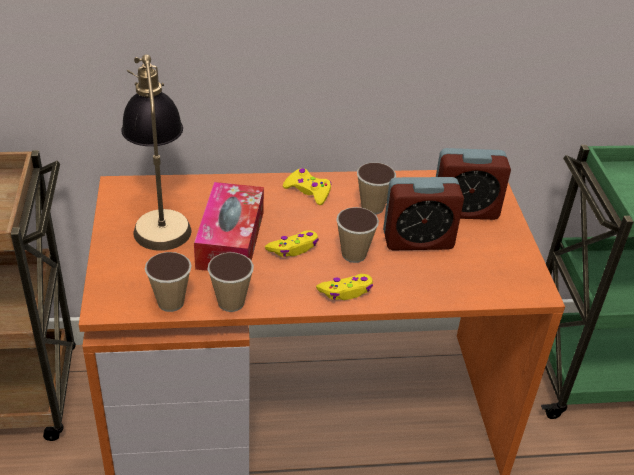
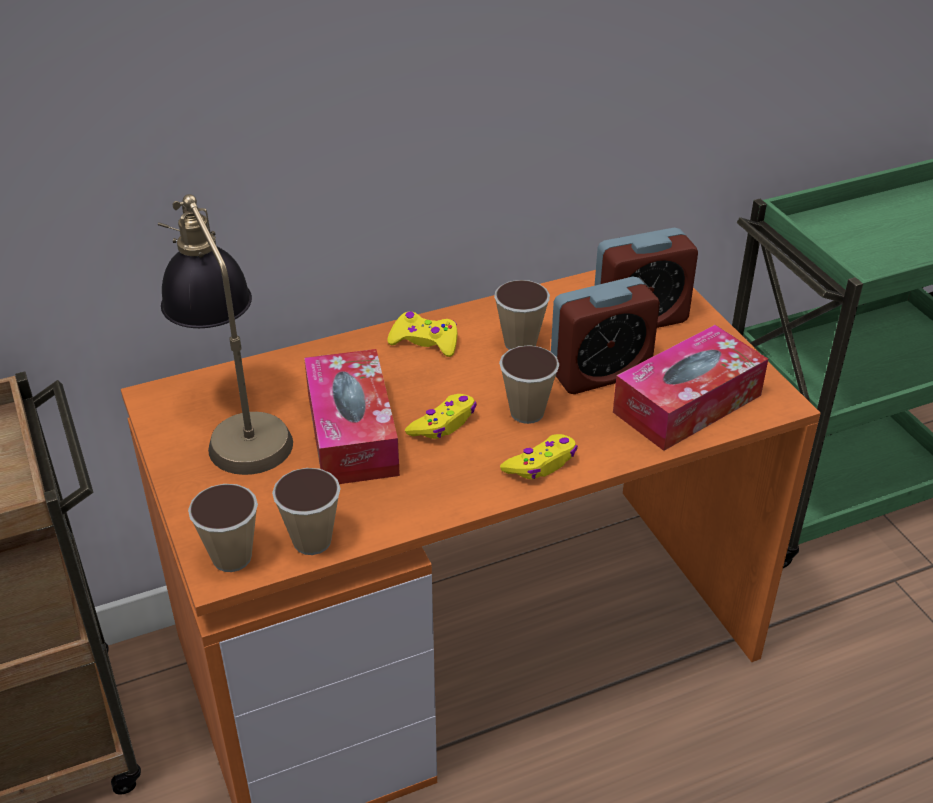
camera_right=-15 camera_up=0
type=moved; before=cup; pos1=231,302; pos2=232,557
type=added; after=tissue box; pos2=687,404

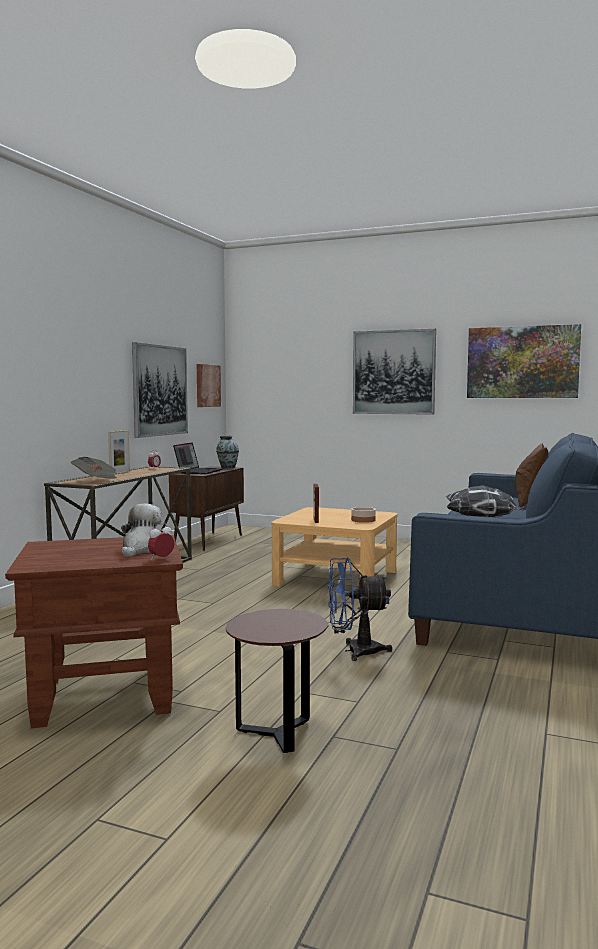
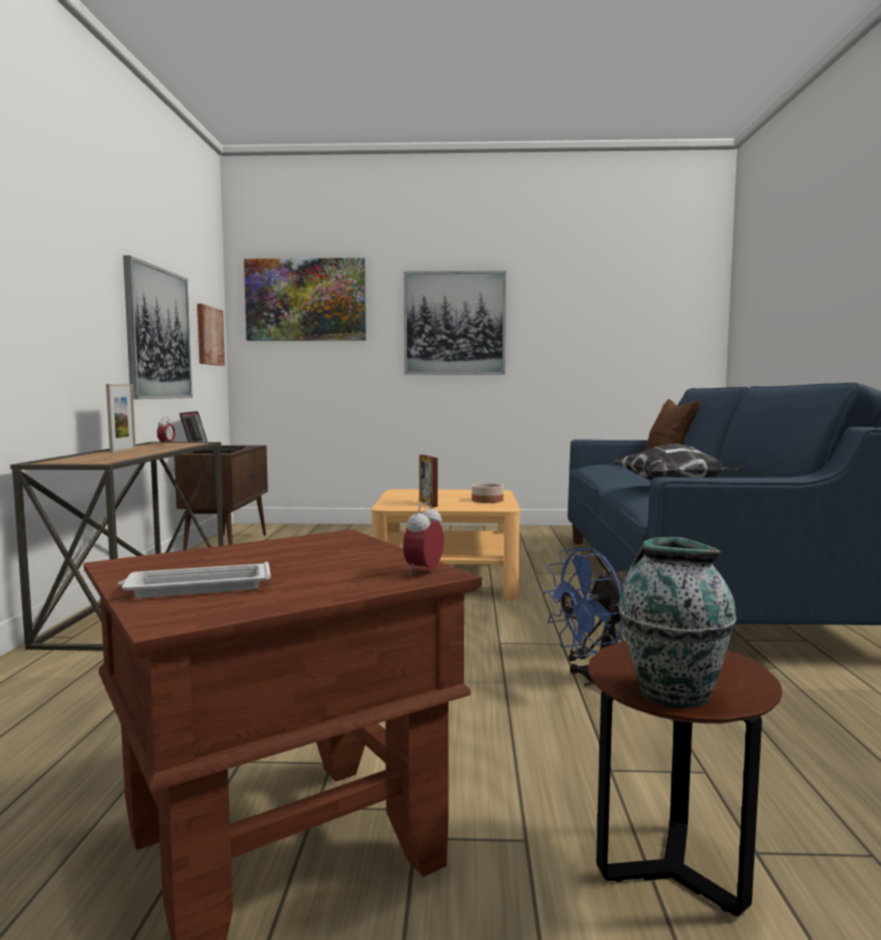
camera_right=-20 camera_up=0
type=added; after=tray (white); pos2=196,588
type=moved; before=picture; pos1=522,362; pos2=305,300
type=moved; before=vase; pos1=227,467; pos2=671,692
type=removed; before=newspaper; pos1=97,481
type=removed; before=plush toy; pos1=140,550

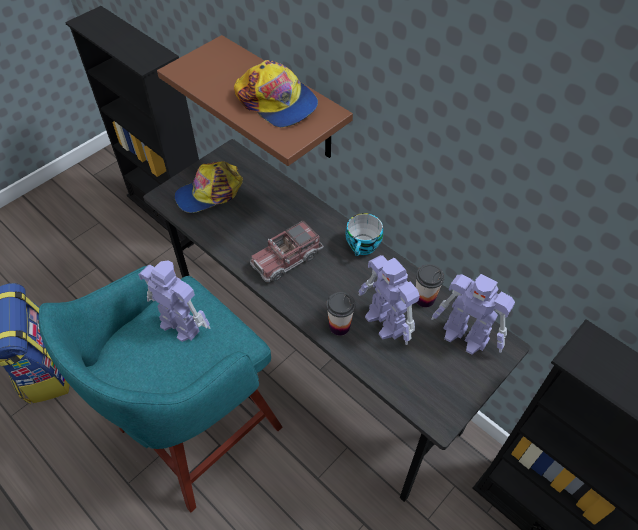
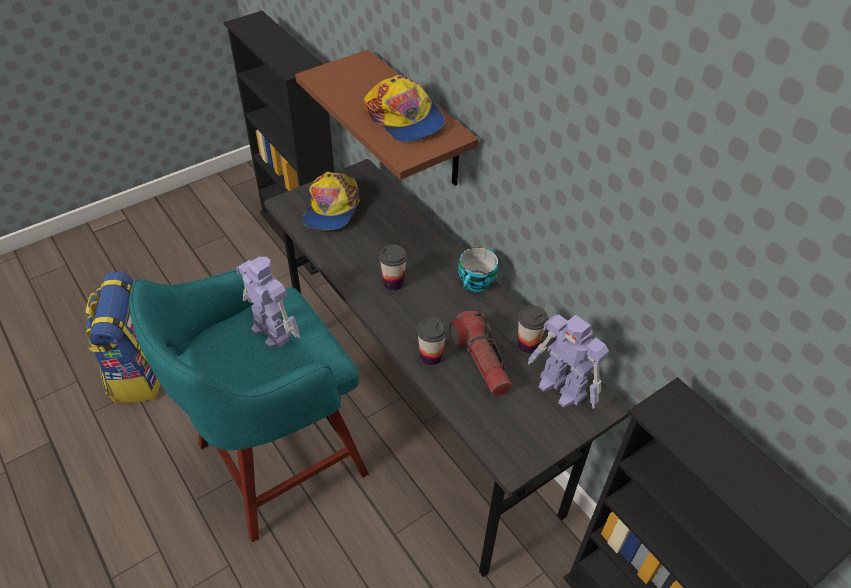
camera_right=10 camera_up=-5
type=turned; before=cap; pos1=210,193; pos2=331,208; turn=-60
type=replaced; before=toy truck; after=cup; pos1=287,259; pos2=393,283
type=replaced; before=toy robot; after=flashlight; pos1=386,322; pos2=481,360

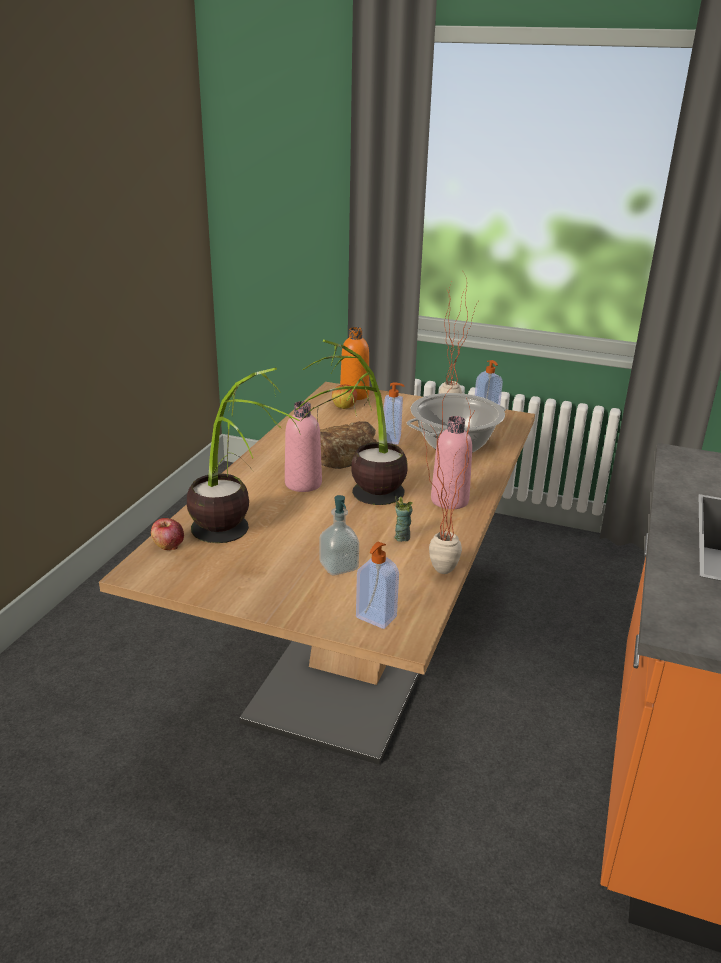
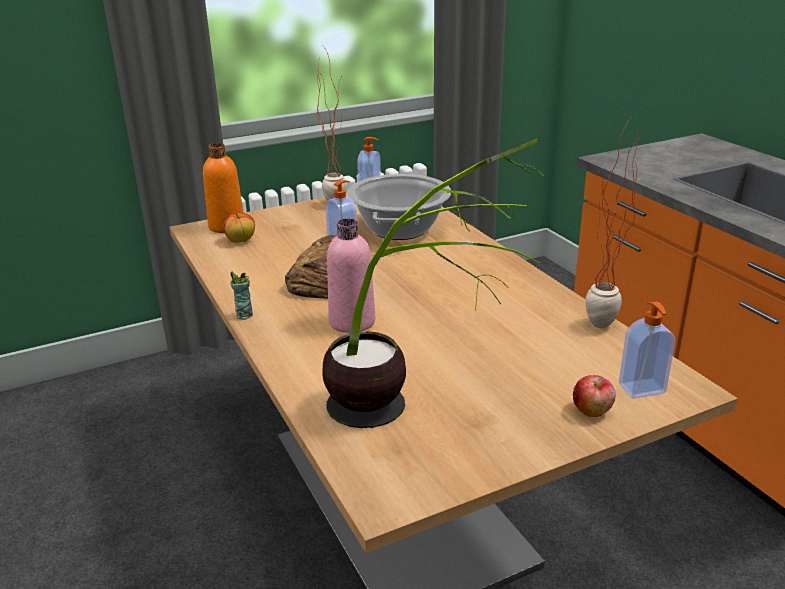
camera_right=-45 camera_up=0
type=moved; before=cup; pos1=402,537; pos2=244,315
type=moved; before=apple; pos1=168,545; pos2=592,410
type=removed; before=potted plant; pos1=360,505
type=removed; before=soap dispenser; pos1=338,566
type=removed; before=bottle (pink); pos1=449,500

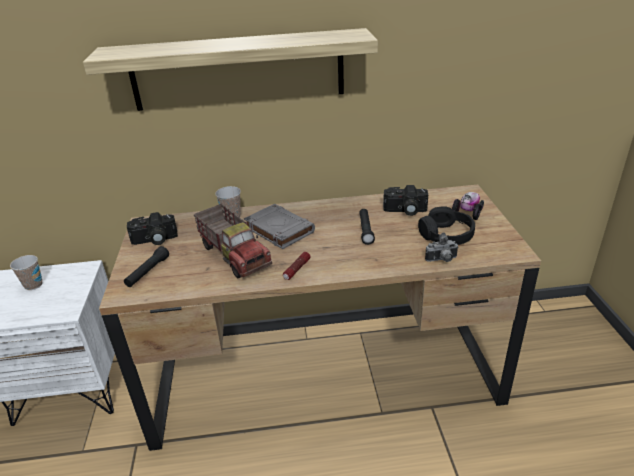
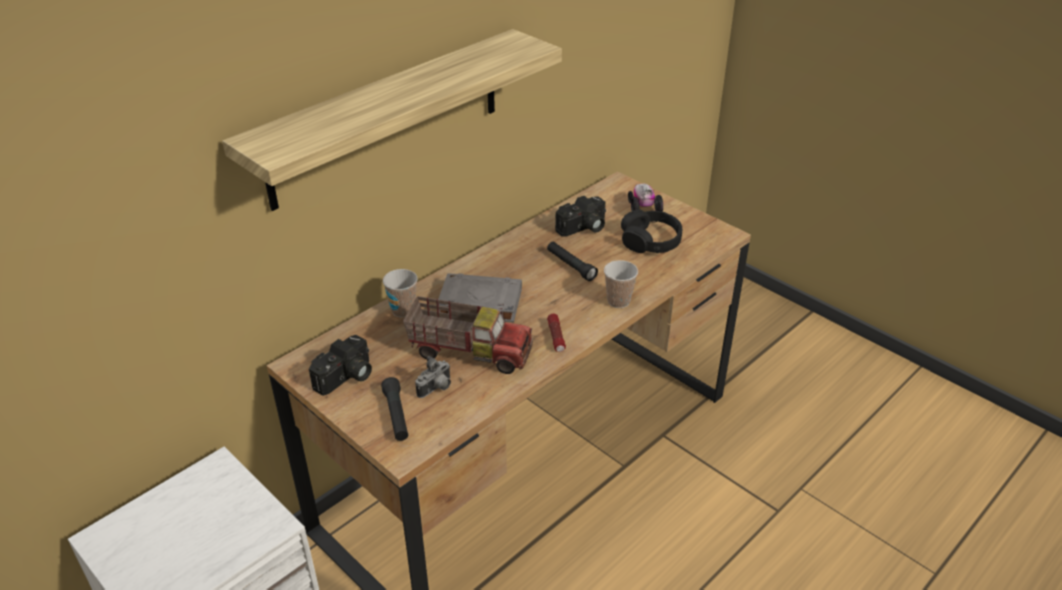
camera_right=-40 camera_up=5
type=moved; before=photo camera; pos1=442,260; pos2=436,389
type=moved; before=cup; pos1=33,285; pos2=618,301

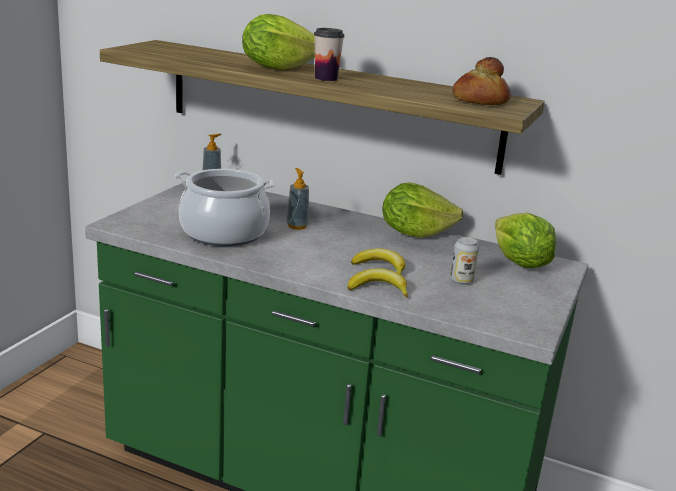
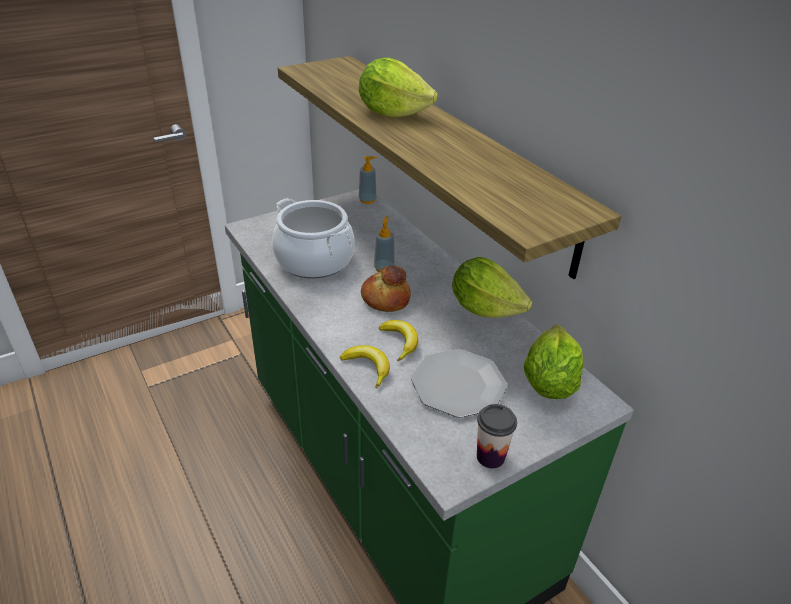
camera_right=35 camera_up=15
type=moved; before=bread; pos1=479,101; pos2=385,299
type=replaced; before=can; after=plate; pos1=461,280; pos2=458,384
type=moved; before=cup; pos1=326,78; pos2=490,457

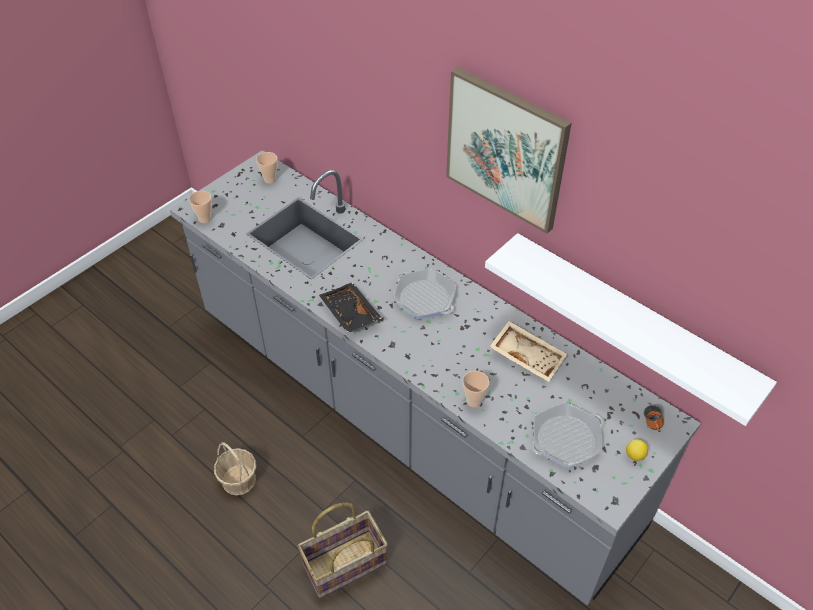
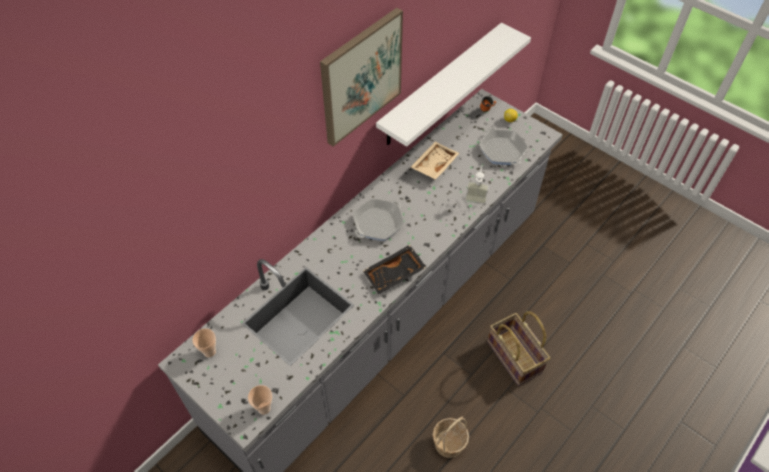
camera_right=-90 camera_up=5
type=replaced; before=cup; after=soap dispenser; pos1=473,401; pos2=476,196

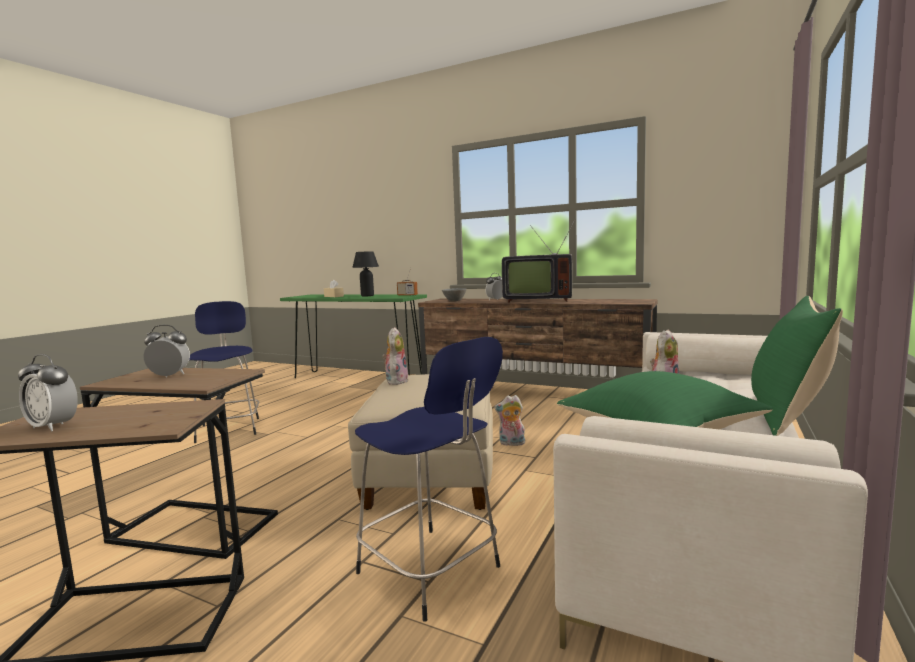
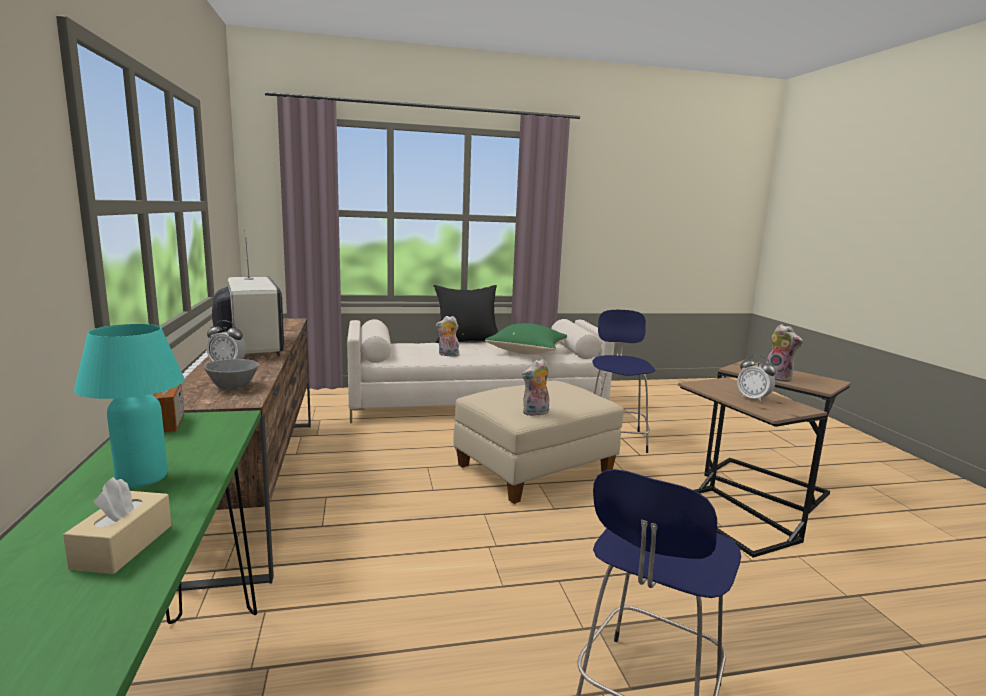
camera_right=-130 camera_up=5
type=recoloured; before=table lamp (black); after=table lamp (turquoise); pos1=367,296; pos2=142,478
type=recoloured; before=pillow (green); after=pillow (black); pos1=788,416; pos2=467,340
type=moved; before=plush toy; pos1=511,443; pos2=779,378
type=removed; before=alarm clock; pos1=53,426

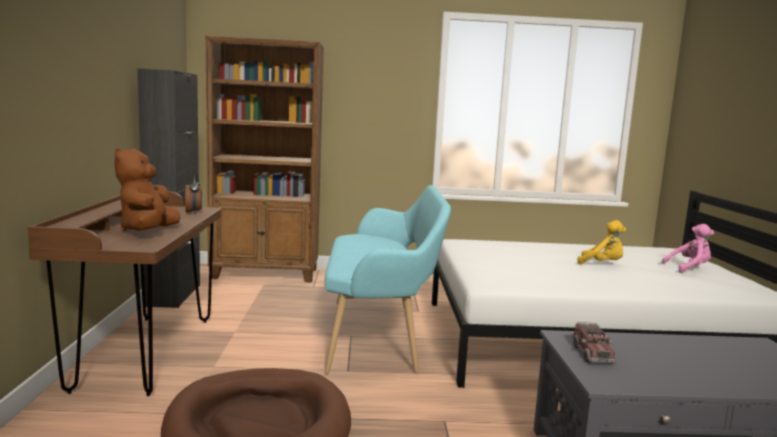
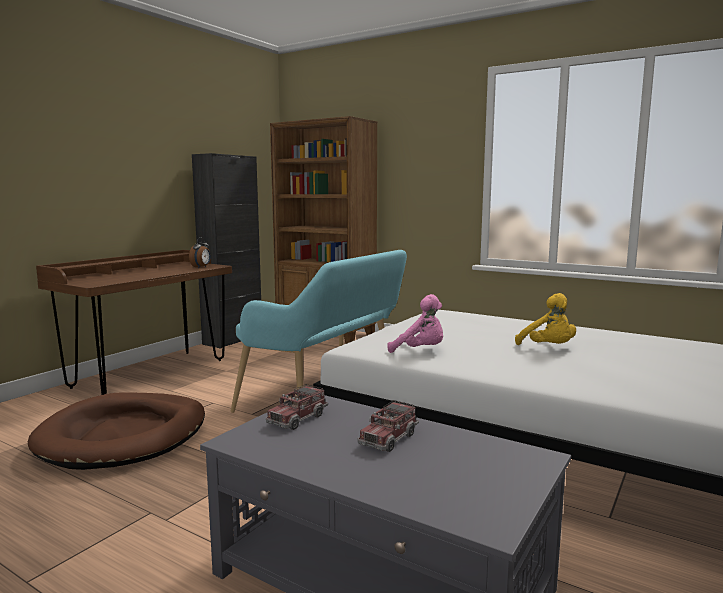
camera_right=35 camera_up=0
type=added; after=toy truck; pos2=388,438
type=moved; before=plush toy (pink); pos1=689,268; pos2=420,351
type=removed; before=plush toy (brown); pos1=148,231

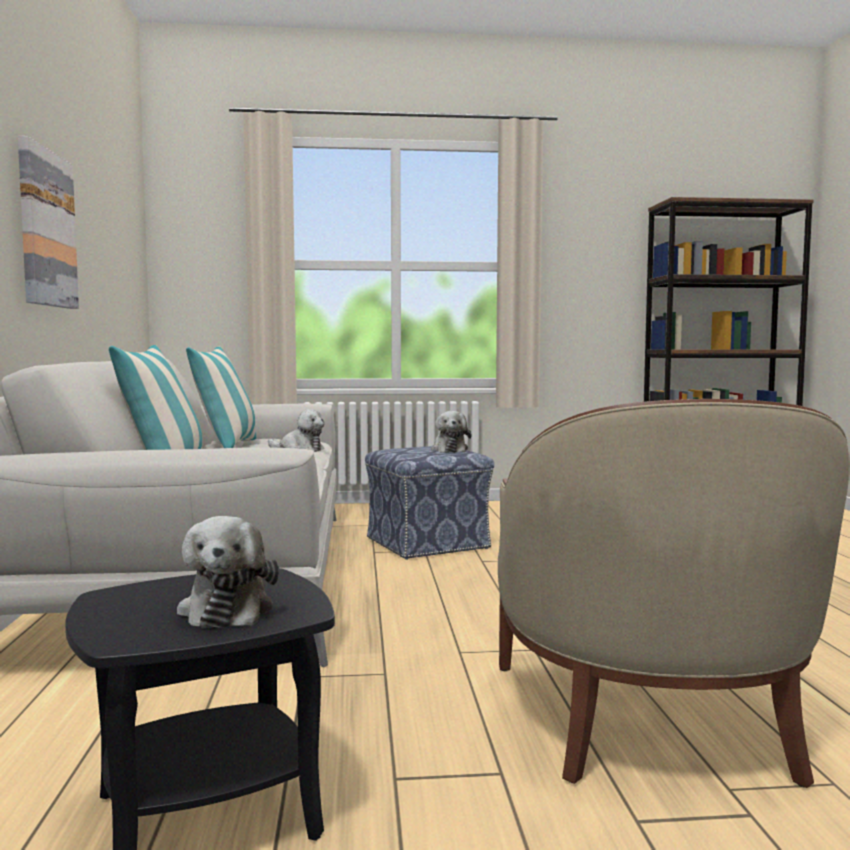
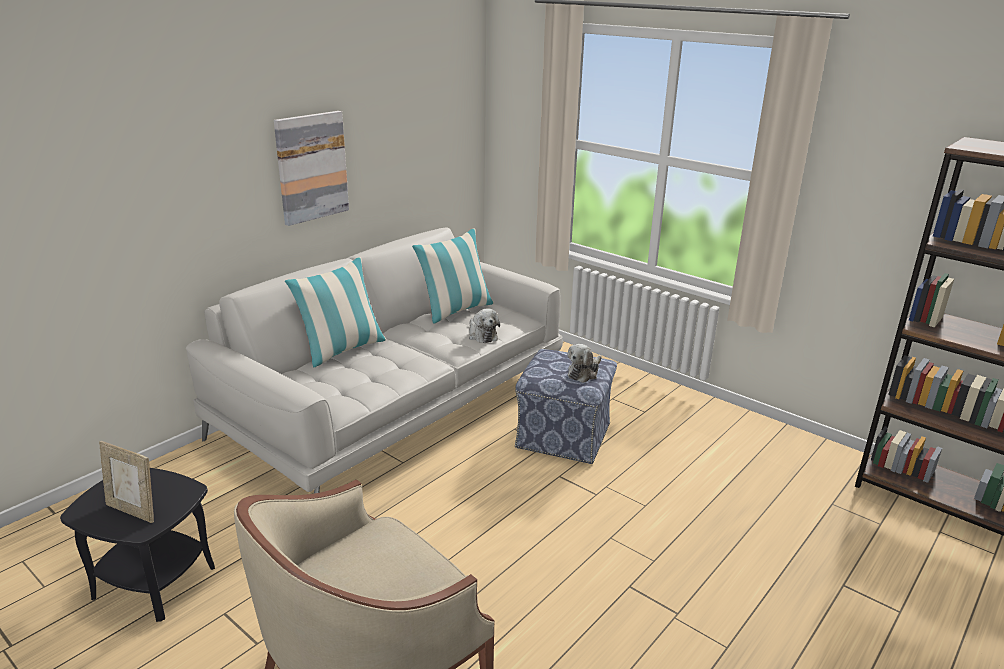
camera_right=45 camera_up=20
type=replaced; before=plush toy; after=picture frame; pos1=227,609; pos2=133,511

